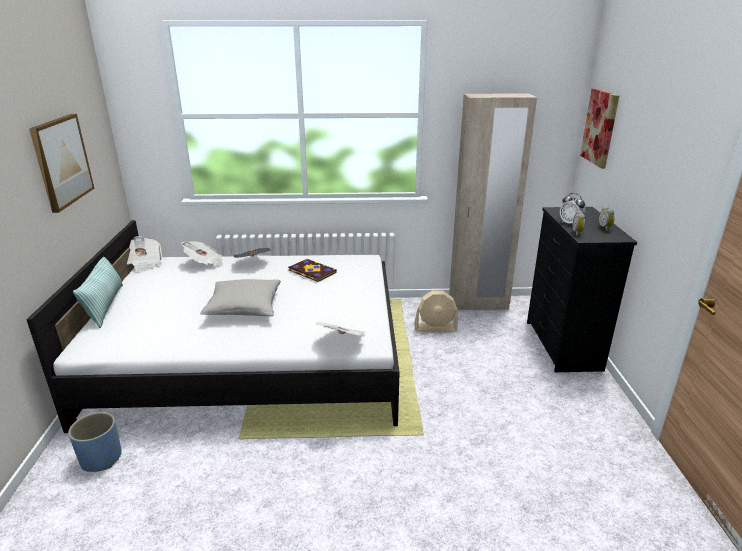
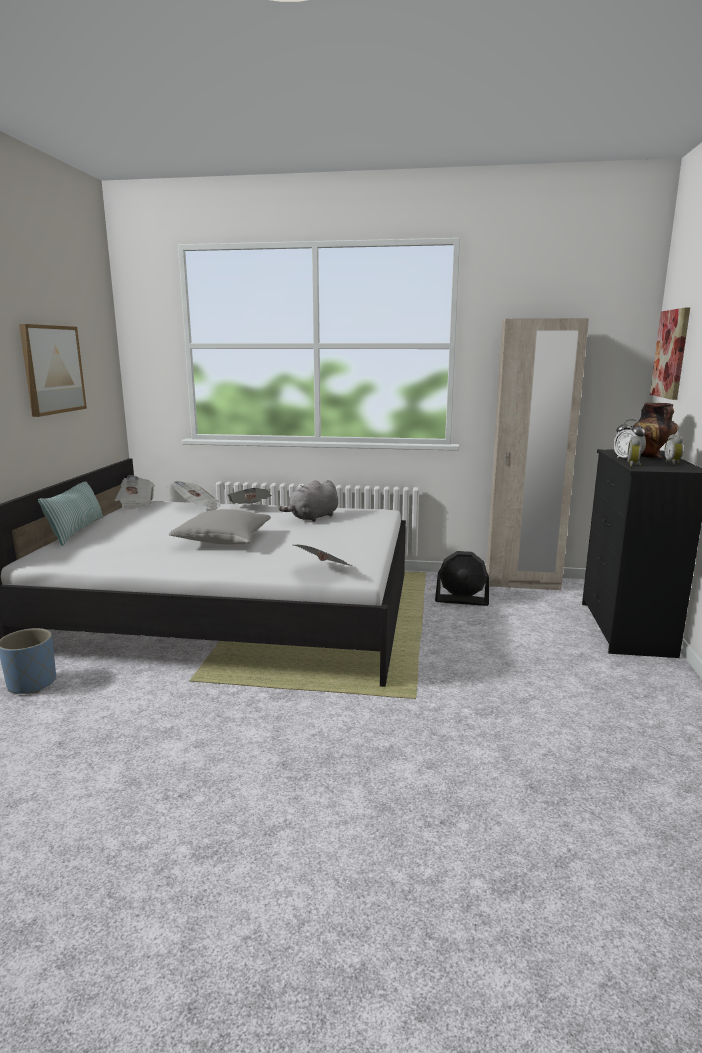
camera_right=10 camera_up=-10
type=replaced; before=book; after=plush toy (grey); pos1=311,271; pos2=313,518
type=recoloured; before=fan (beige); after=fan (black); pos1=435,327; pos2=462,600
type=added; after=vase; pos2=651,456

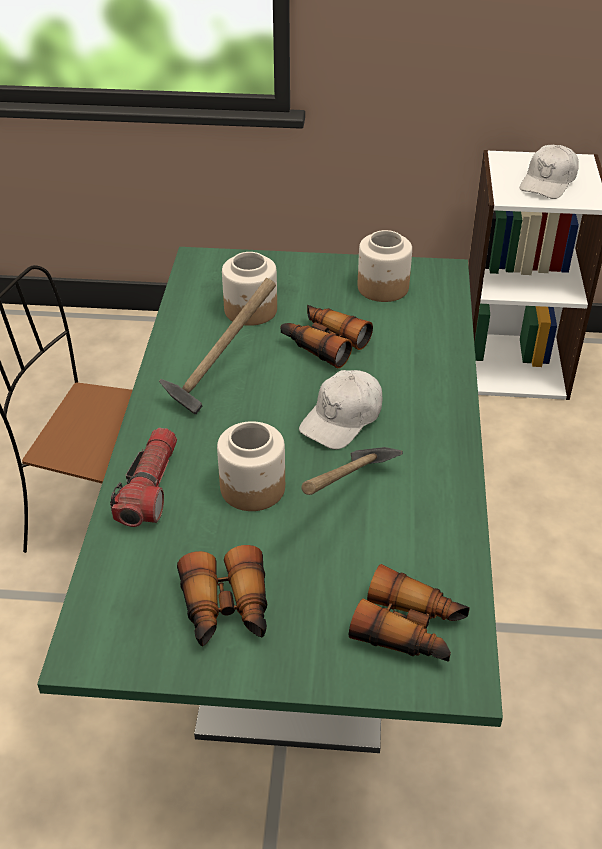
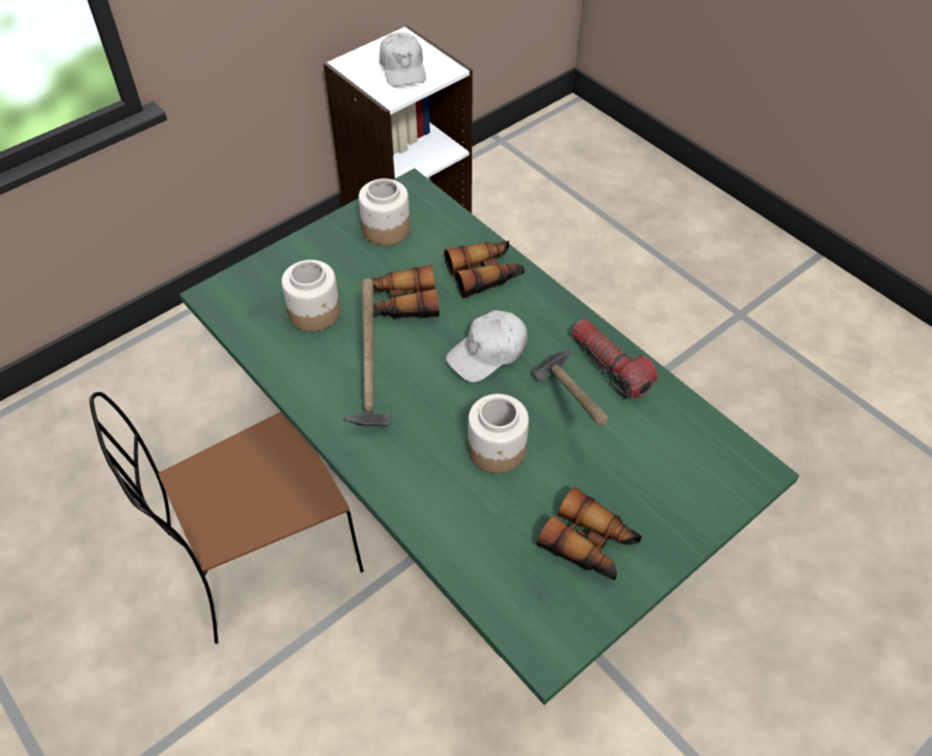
camera_right=-45 camera_up=10
type=moved; before=binoculars; pos1=410,629; pos2=485,274
type=turned; before=cap (white); pos1=342,419; pos2=488,353; turn=60
type=moved; before=flashlight; pos1=150,488; pos2=610,366

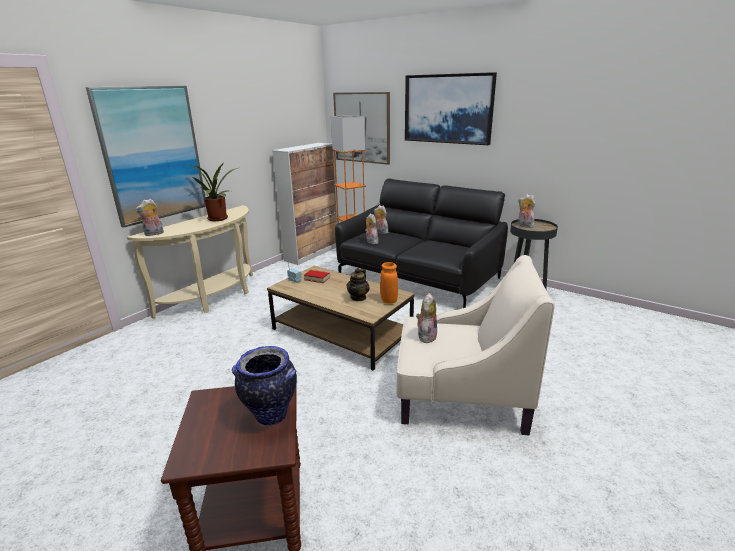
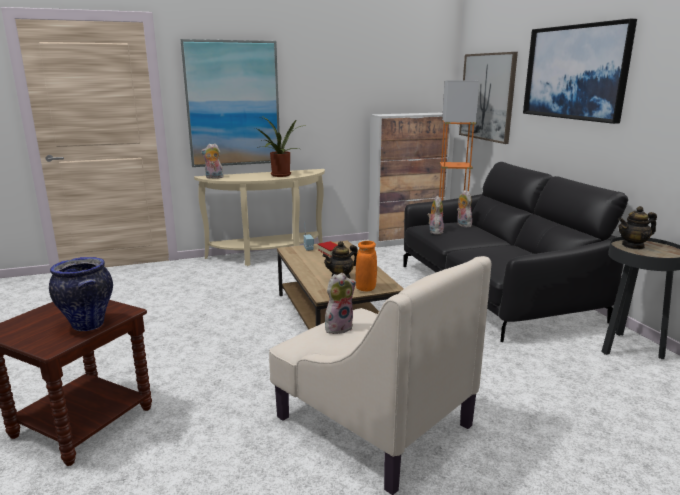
camera_right=35 camera_up=-5
type=replaced; before=plush toy; after=teapot; pos1=524,226; pos2=633,246

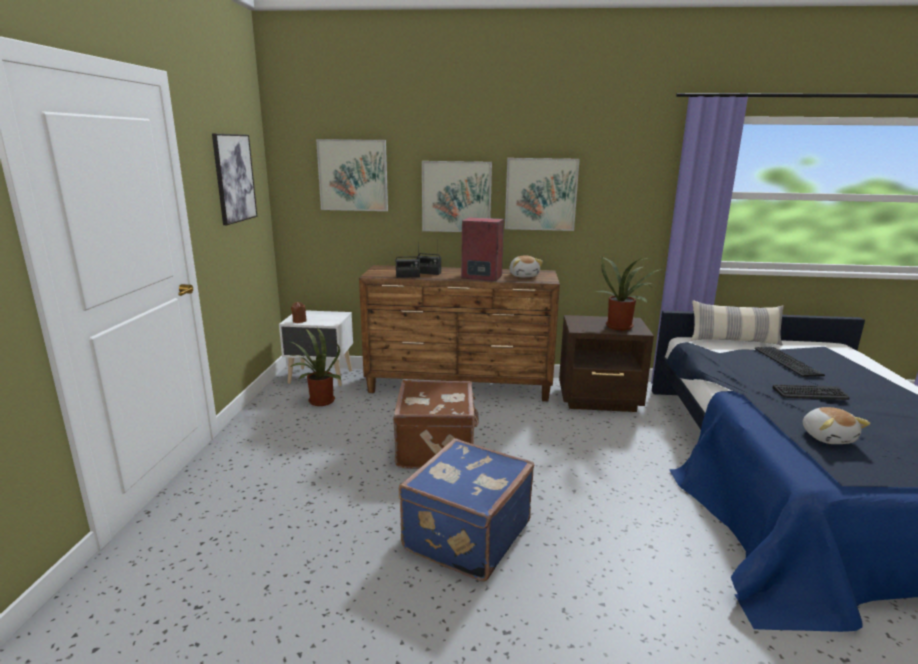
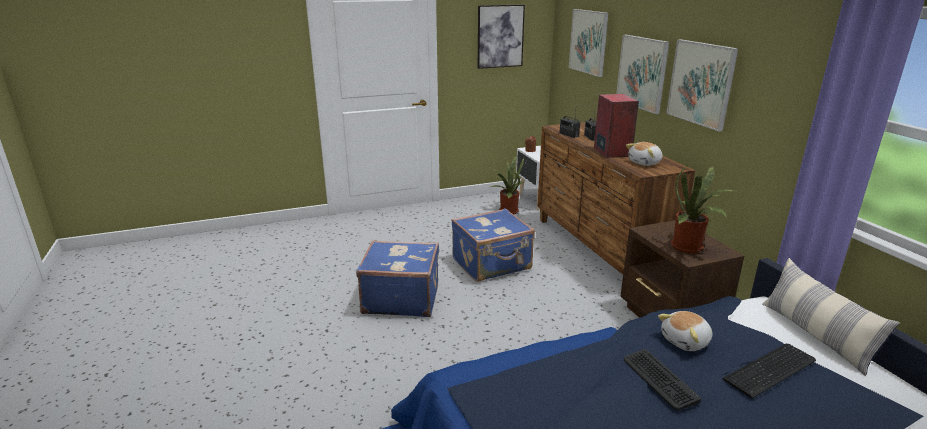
camera_right=65 camera_up=5
type=recoloured; before=suitcase (brown); after=suitcase (blue); pos1=437,447; pos2=492,264
type=moved; before=plush toy; pos1=828,437; pos2=686,341

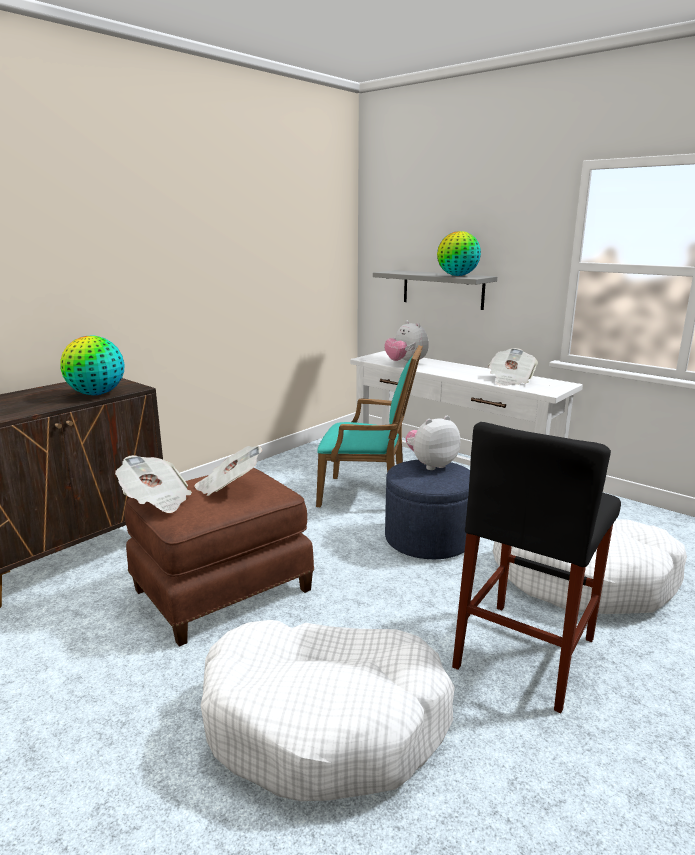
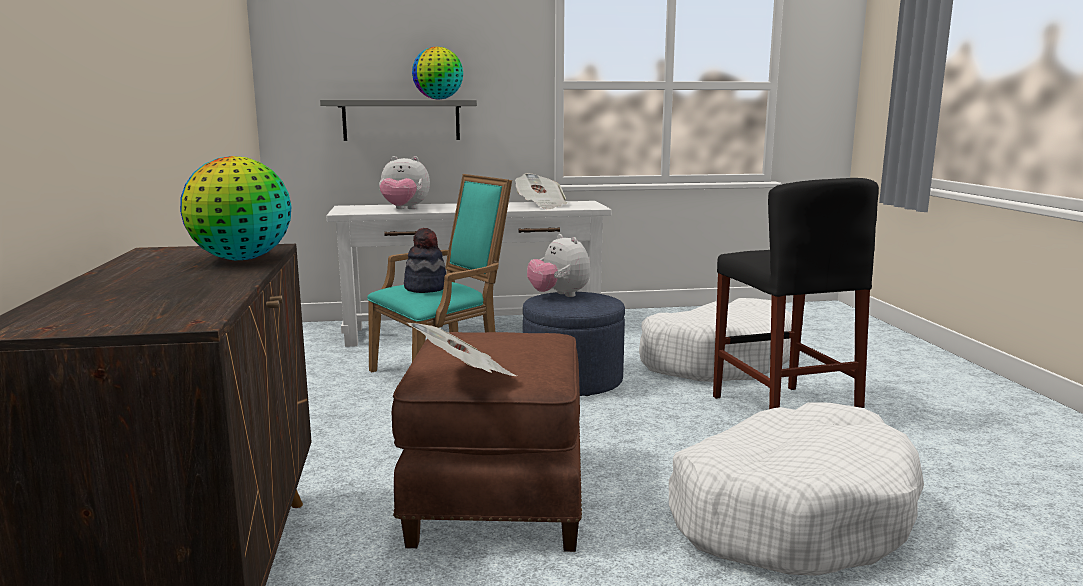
camera_right=-50 camera_up=-5
type=added; after=hat; pos2=426,288
type=turned; before=plush toy; pos1=431,465; pos2=559,295; turn=-45
type=removed; before=newspaper; pos1=228,487

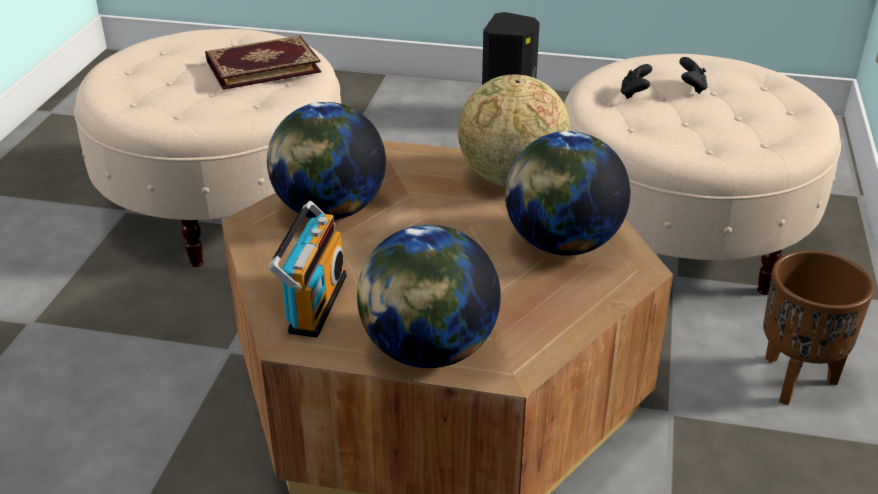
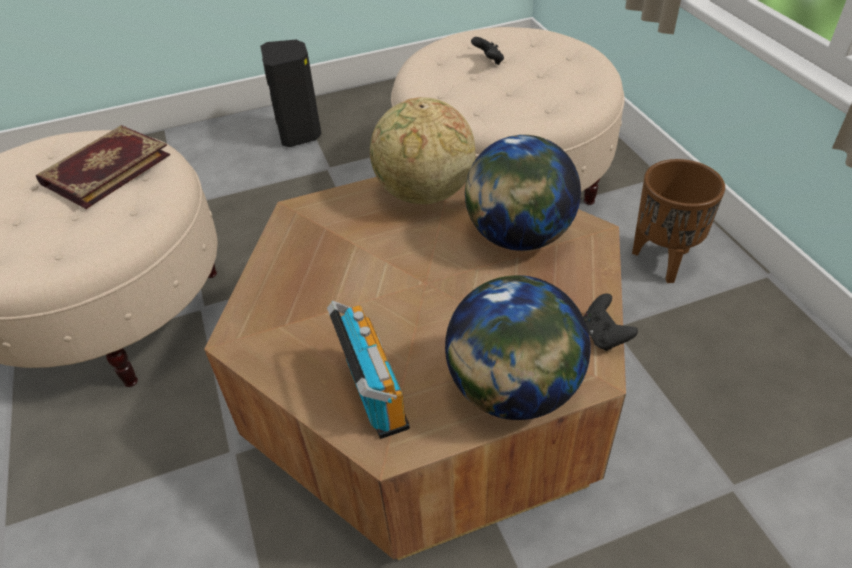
camera_right=-30 camera_up=10
type=moved; before=game controller (black); pos1=634,94; pos2=604,336
type=removed; before=globe; pos1=329,211

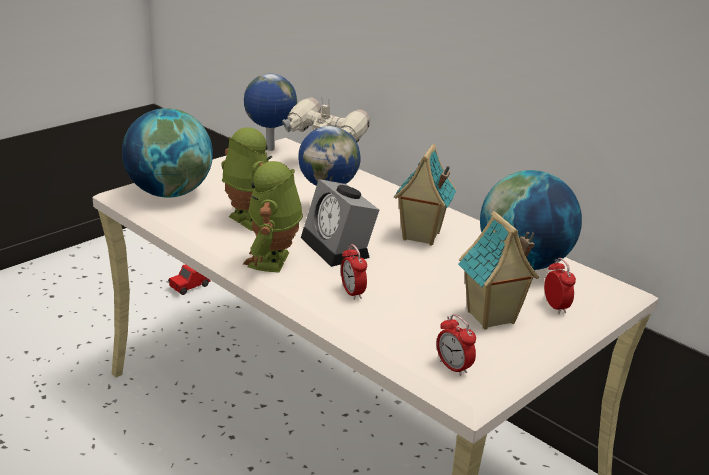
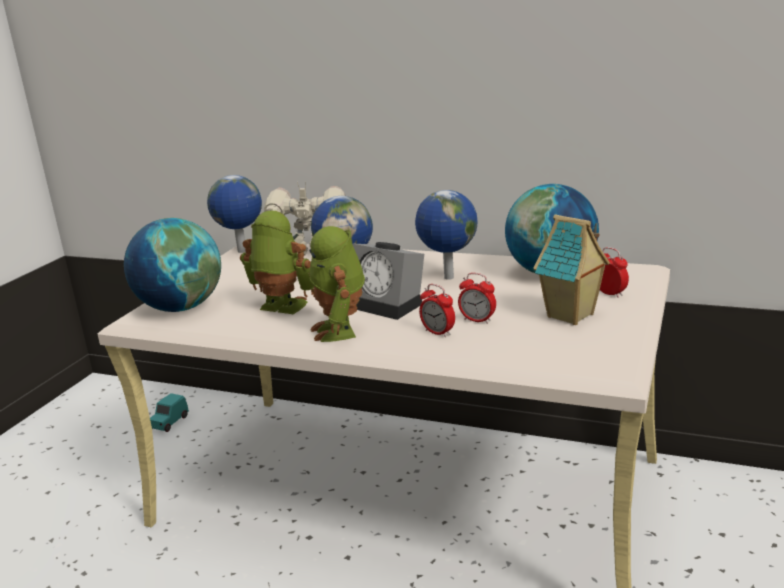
camera_right=-20 camera_up=-5
type=recoloured; before=toy car (red); after=toy car (turquoise); pos1=189,286; pos2=169,423
type=replaced; before=toy house; after=globe; pos1=420,236; pos2=447,278
type=moved; before=alarm clock; pos1=453,367; pos2=477,320

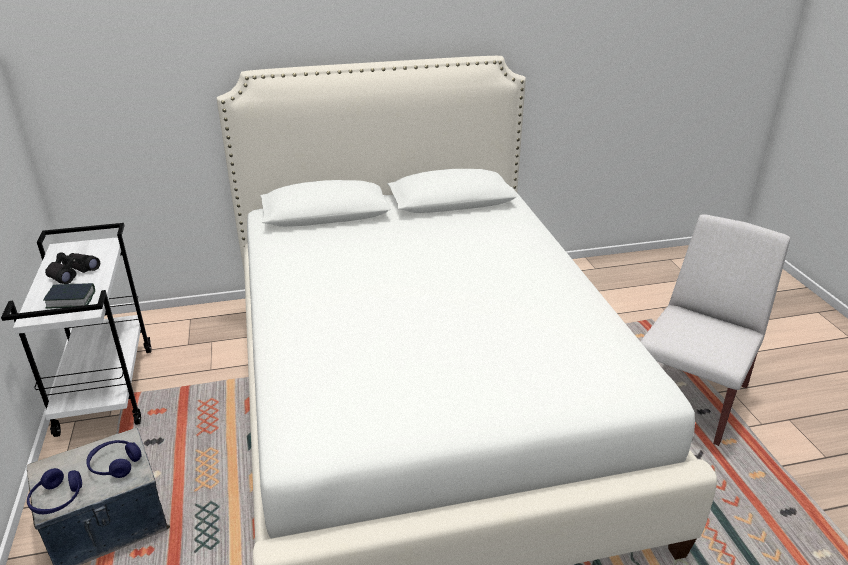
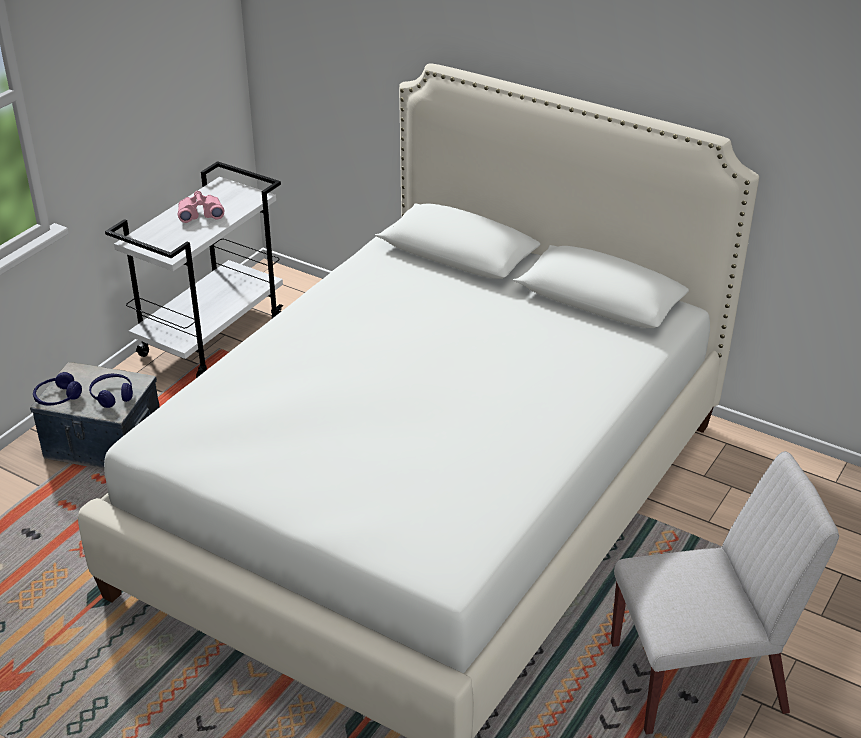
camera_right=45 camera_up=5
type=recoloured; before=binoculars (black); after=binoculars (pink); pos1=72,273; pos2=200,214
type=removed; before=book; pos1=71,299

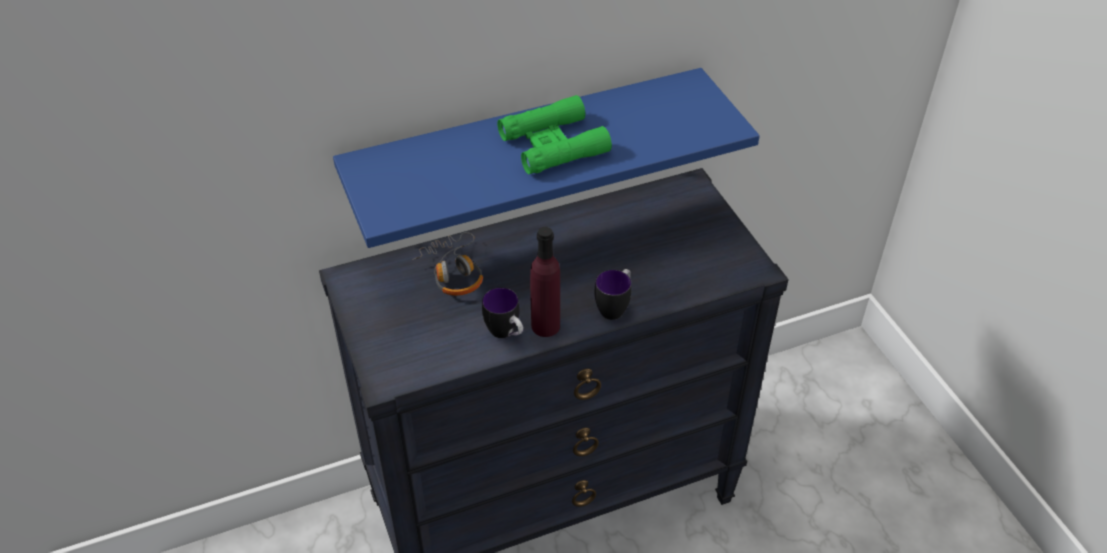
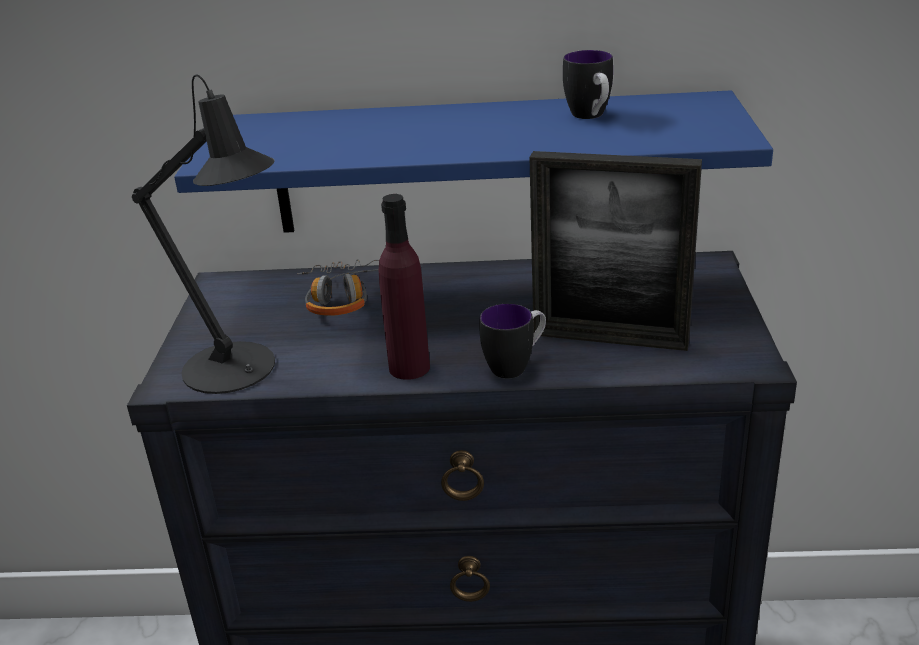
camera_right=25 camera_up=-15
type=added; after=table lamp (black); pos2=239,371
type=added; after=picture frame; pos2=610,339
type=moved; before=mug; pos1=506,334; pos2=591,117
type=removed; before=binoculars (green); pos1=553,145

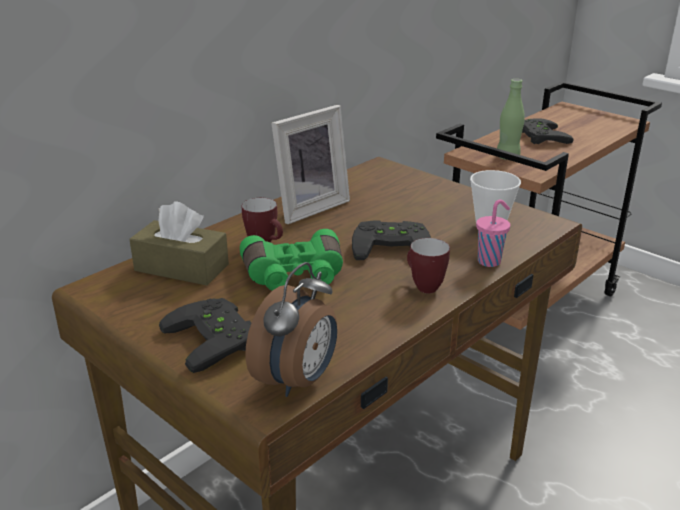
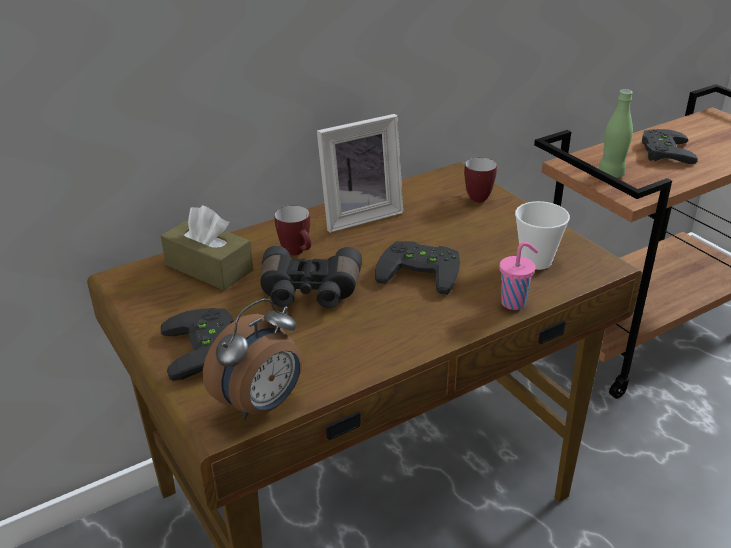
camera_right=15 camera_up=5
type=recoloured; before=binoculars (green); after=binoculars (black); pos1=294,276; pos2=309,292
type=moved; before=mug; pos1=423,286; pos2=475,197

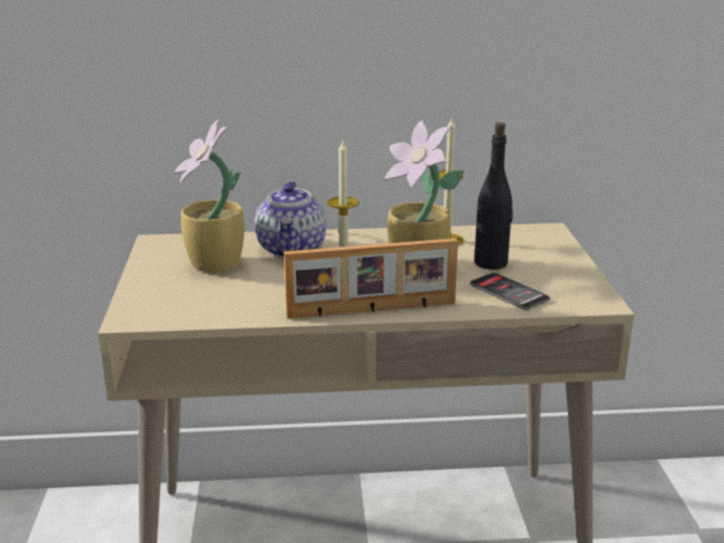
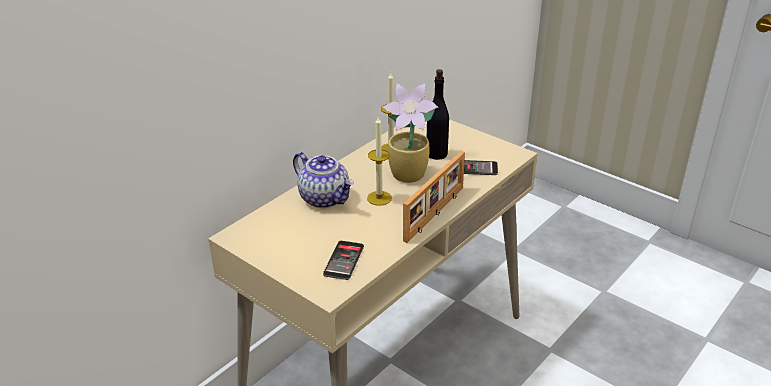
camera_right=-45 camera_up=10
type=added; after=phone; pos2=344,260
type=removed; before=potted plant; pos1=215,265

